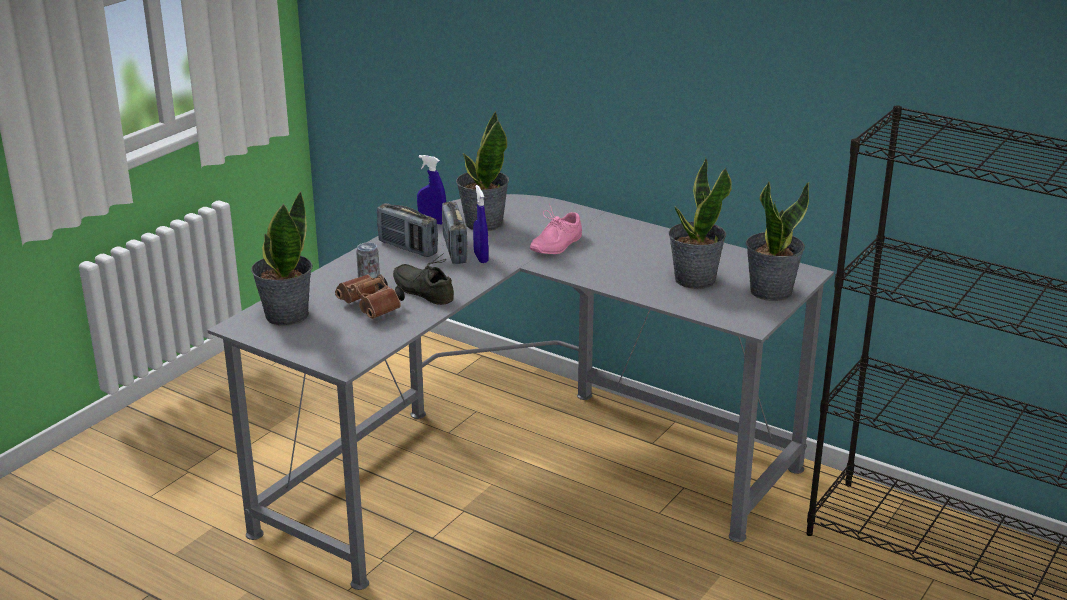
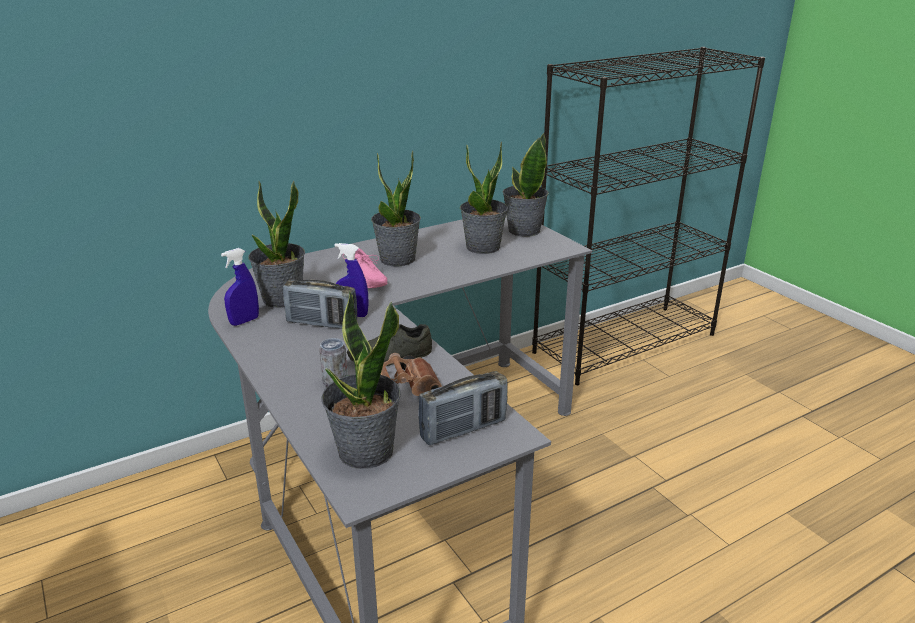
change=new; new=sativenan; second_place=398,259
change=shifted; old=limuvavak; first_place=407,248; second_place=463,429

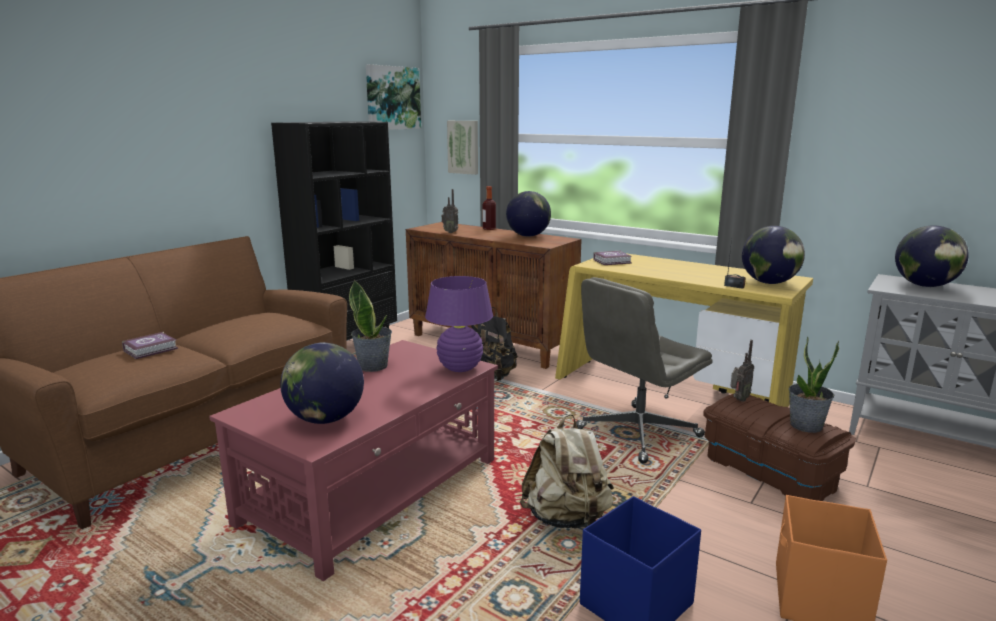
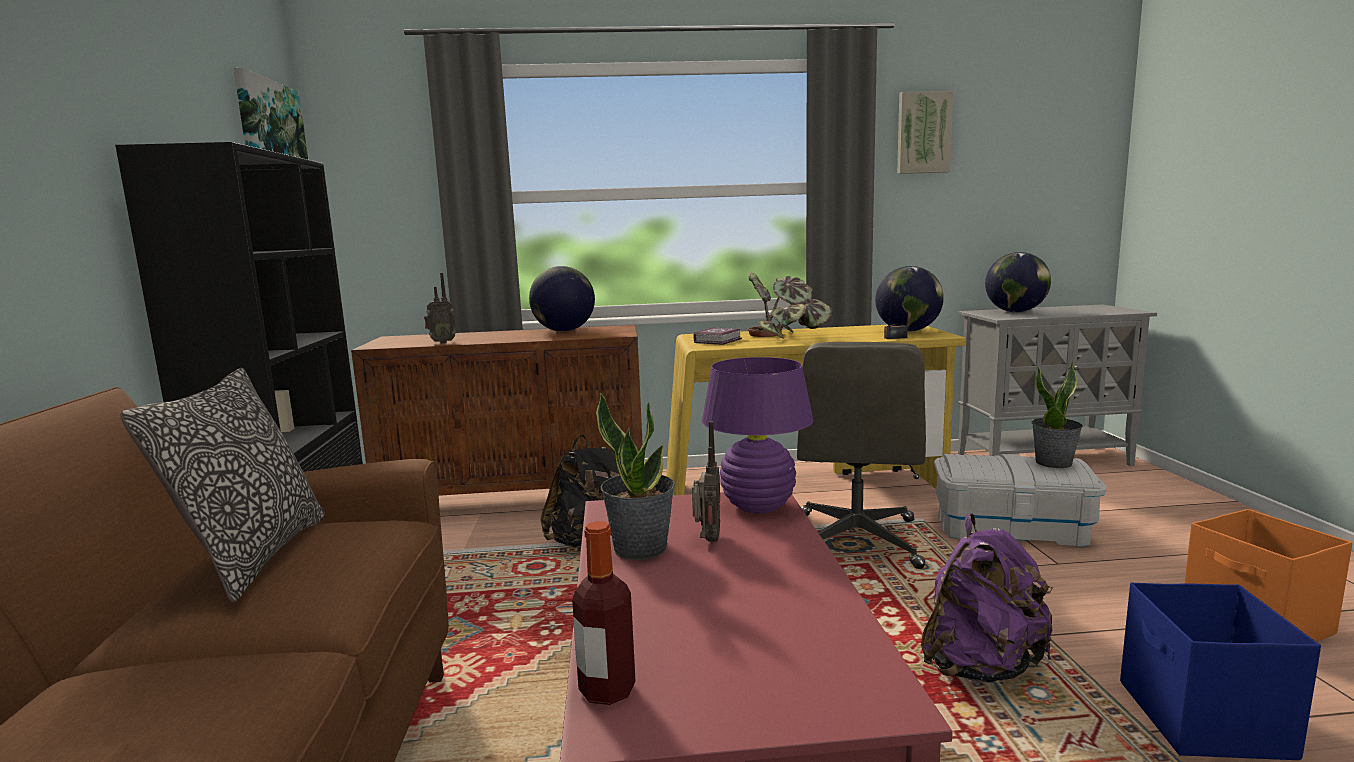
change=new; new=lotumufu; second_place=255,557
change=shifted; old=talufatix; first_place=489,228; second_place=607,690
change=shifted; old=limuvavak; first_place=738,400; second_place=707,540
change=new; new=sativenan; second_place=786,335
change=shifted; old=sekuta; first_place=464,147; second_place=923,133
change=repainted; old=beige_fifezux; new=purple_fifezux; first_place=567,519; second_place=981,666
change=repainted; old=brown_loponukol; new=white_loponukol; first_place=770,470; second_place=1011,528
change=gone; old=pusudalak; first_place=152,349
change=gone; old=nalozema; first_place=326,419

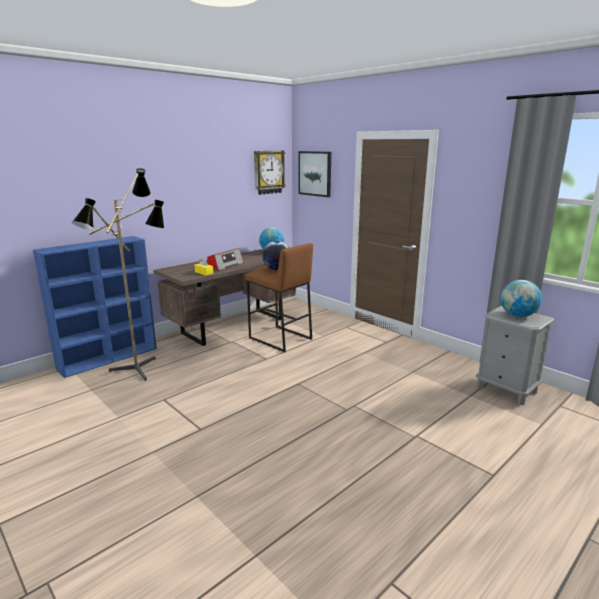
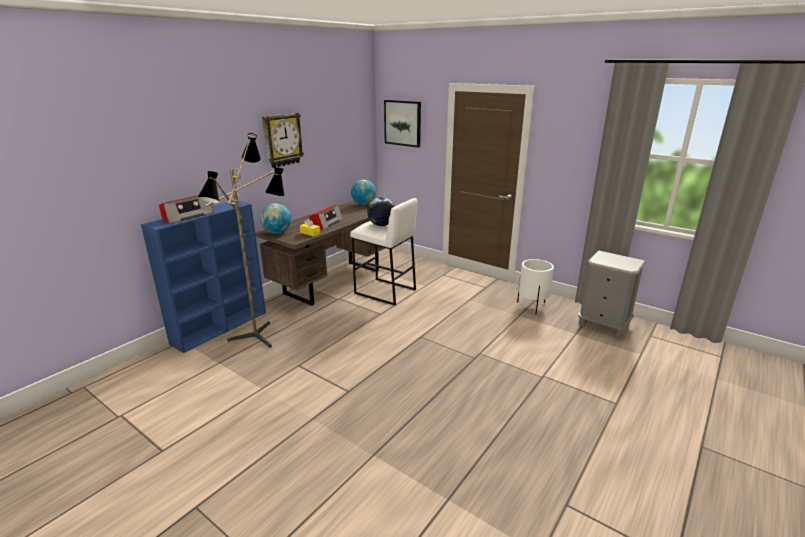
change=new; new=limuvavak; second_place=187,216
change=shifted; old=nalozema; first_place=517,316; second_place=277,232
change=shifted; old=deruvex; first_place=268,172; second_place=282,140
change=repainted; old=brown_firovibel; new=white_firovibel; first_place=279,338; second_place=384,291
change=new; new=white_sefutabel; second_place=532,306

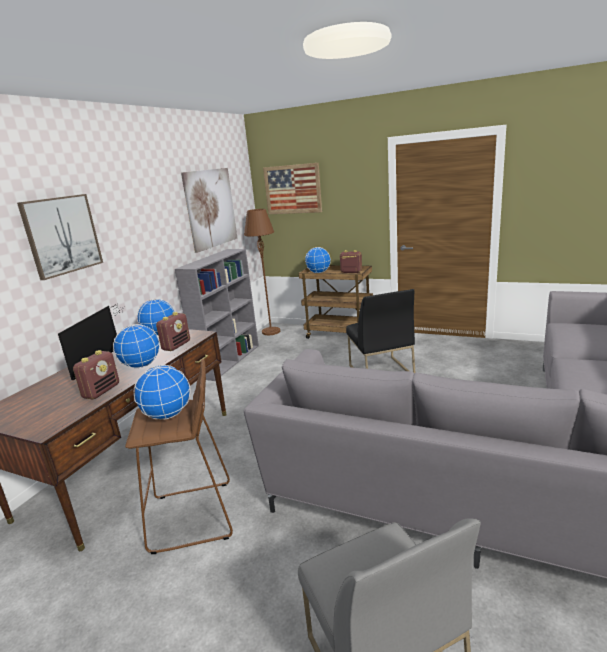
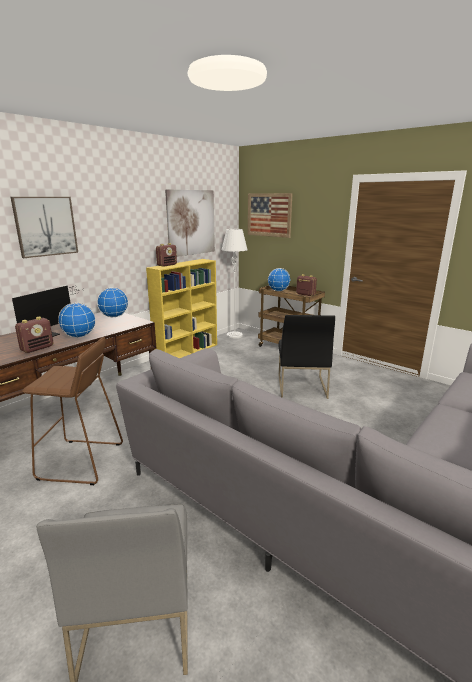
change=repainted; old=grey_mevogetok; new=yellow_mevogetok; first_place=229,360; second_place=187,351
change=shifted; old=limuvavak; first_place=176,345; second_place=167,265
change=repainted; old=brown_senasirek; new=white_senasirek; first_place=271,331; second_place=234,335
change=gone; old=nalozema; first_place=167,415

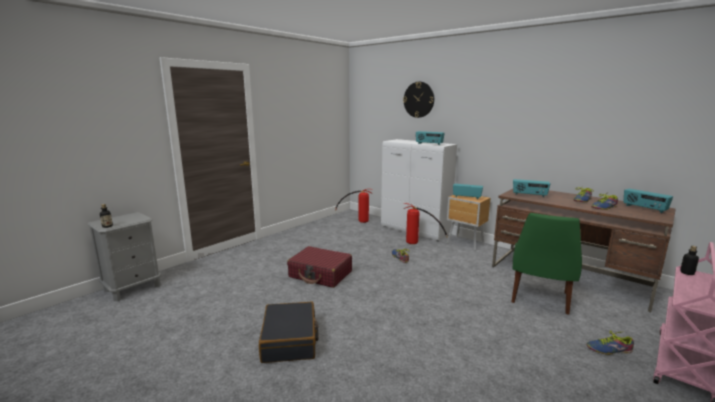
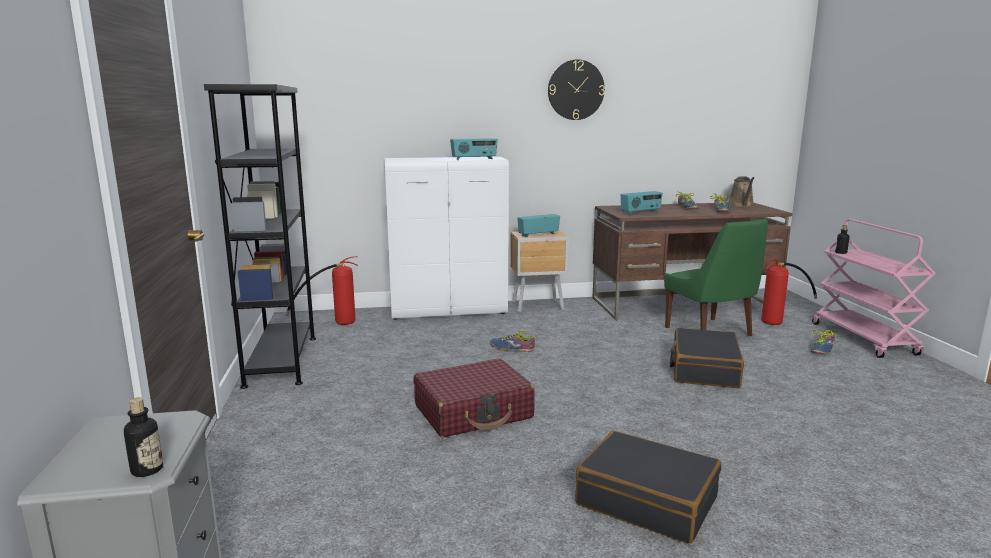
change=new; new=black_mevogetok; second_place=281,361
change=shifted; old=deruvex; first_place=419,99; second_place=576,90
change=new; new=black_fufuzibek; second_place=704,369
change=swapped; old=limuvavak; new=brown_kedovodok; first_place=644,209; second_place=741,206
change=shifted; old=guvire; first_place=418,243; second_place=780,321

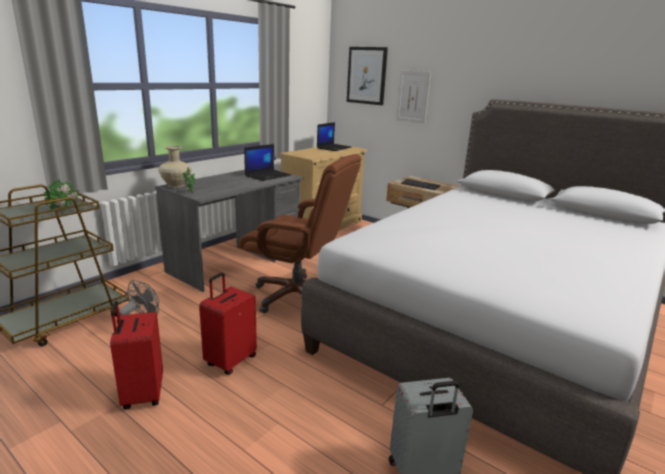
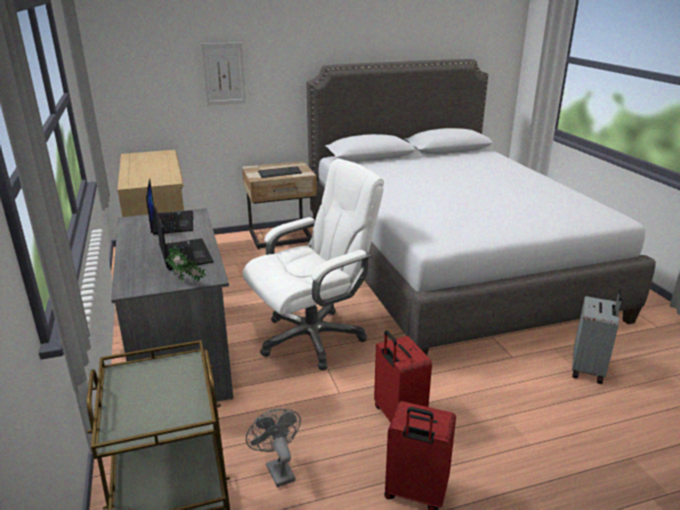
change=shifted; old=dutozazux; first_place=334,147; second_place=184,254
change=repainted; old=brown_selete; new=white_selete; first_place=298,296; second_place=312,338
change=gone; old=sativenan; first_place=66,209
change=gone; old=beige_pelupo; first_place=177,185
change=gone; old=sekuta; first_place=366,75

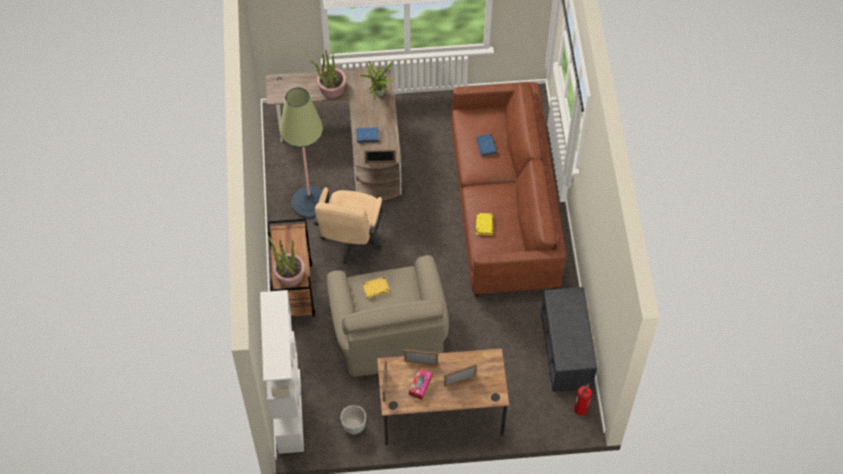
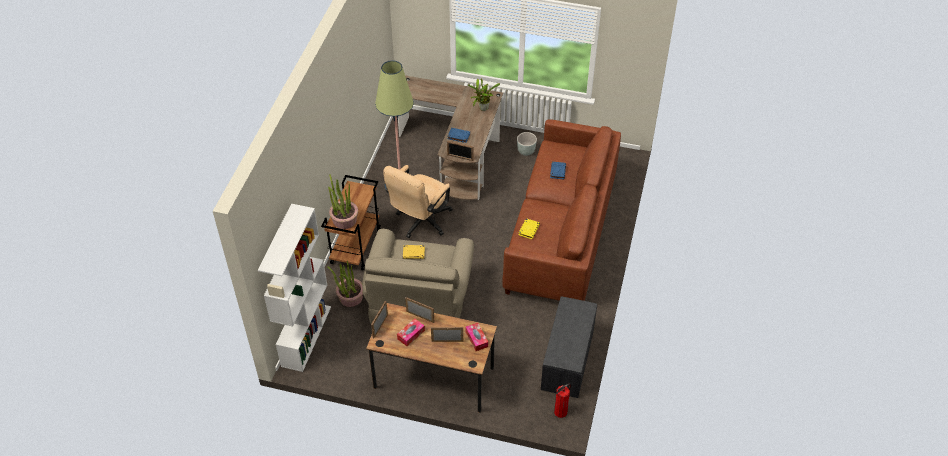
change=shifted; old=sativenan; first_place=331,88; second_place=350,297
change=new; new=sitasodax; second_place=476,339
change=shifted; old=grey_sefutabel; first_place=354,426; second_place=526,151

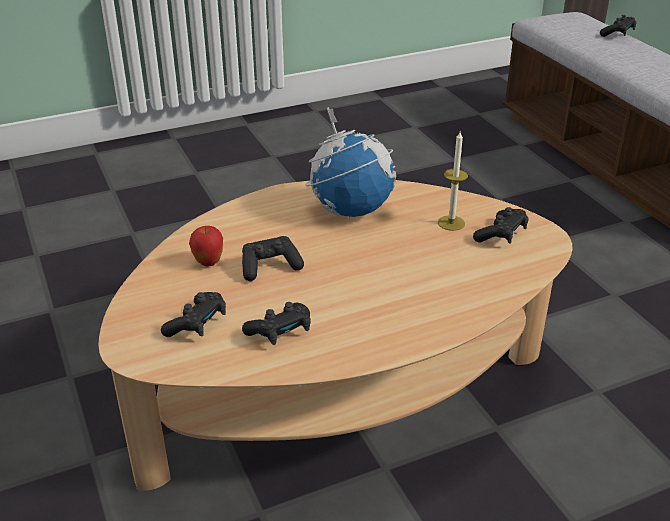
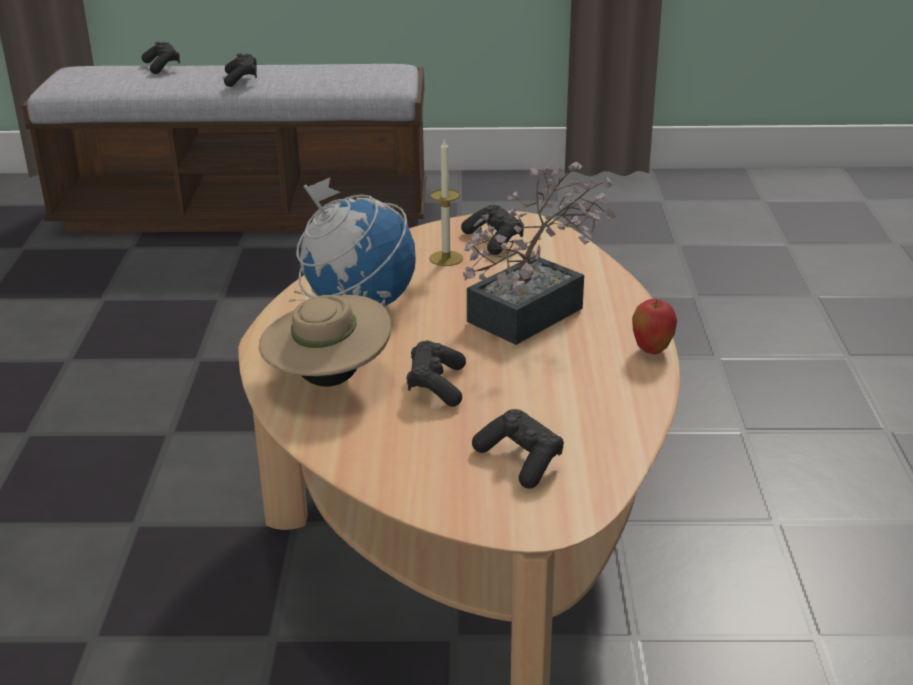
change=shifted; old=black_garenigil; first_place=280,332; second_place=241,79
change=new; new=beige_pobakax; second_place=328,379
change=new; new=sativenan; second_place=535,310
change=shifted; old=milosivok; first_place=208,263; second_place=651,350

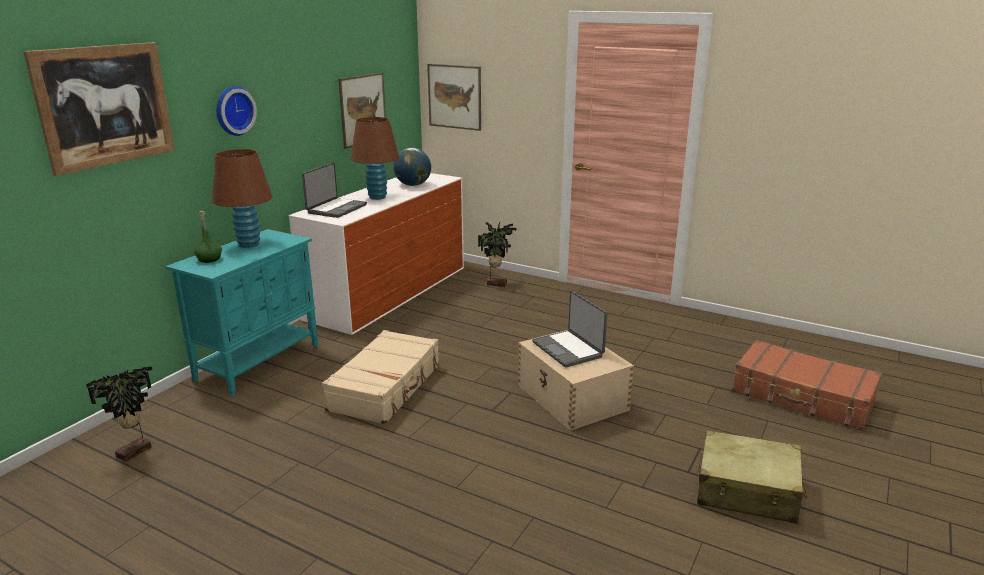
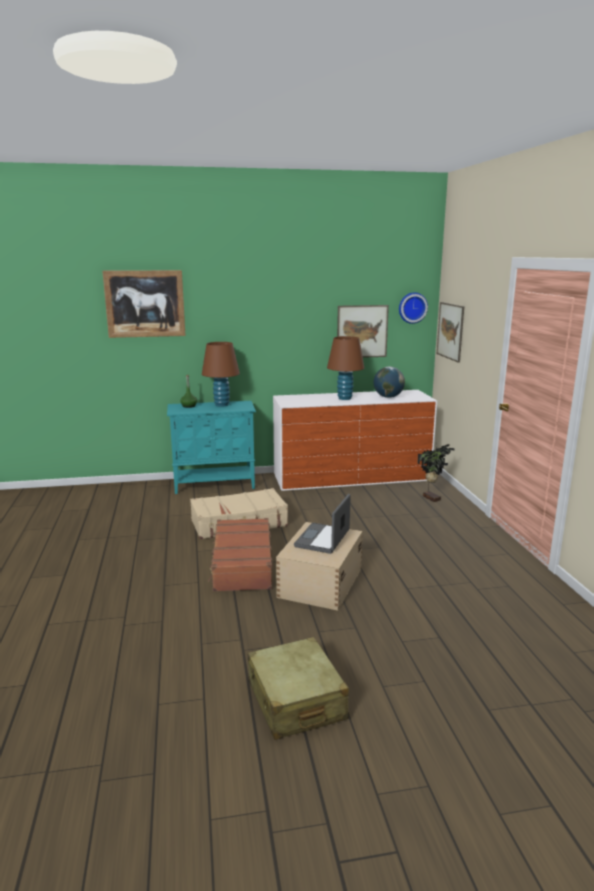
change=shifted; old=brown_fufuzibek; first_place=802,397; second_place=242,564
change=shifted; old=deruvex; first_place=233,110; second_place=412,307
change=gone; old=sativenan; first_place=136,452
change=gone; old=dutozazux; first_place=336,209

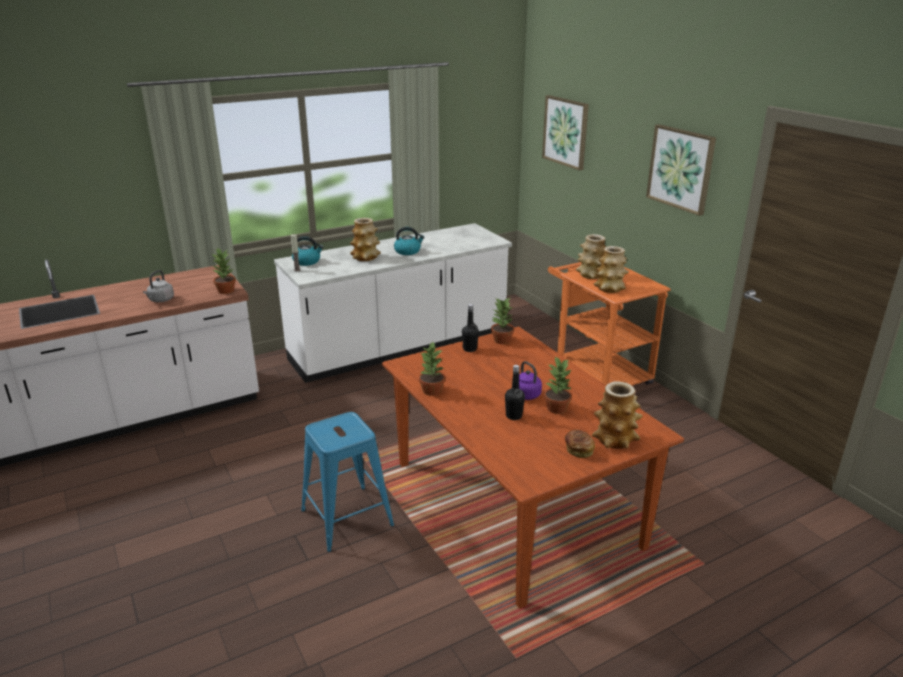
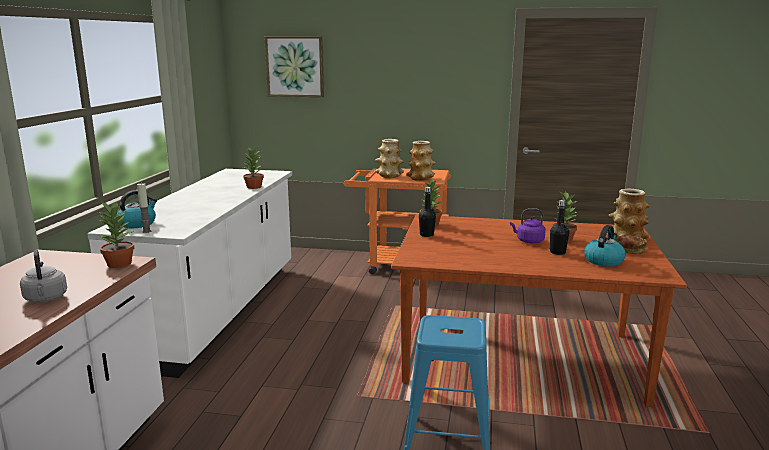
change=shifted; old=sativenan; first_place=431,391; second_place=254,187
change=shifted; old=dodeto; first_place=408,251; second_place=603,261
change=gone; old=pelupo; first_place=365,258
change=gone; old=sekuta; first_place=681,168

